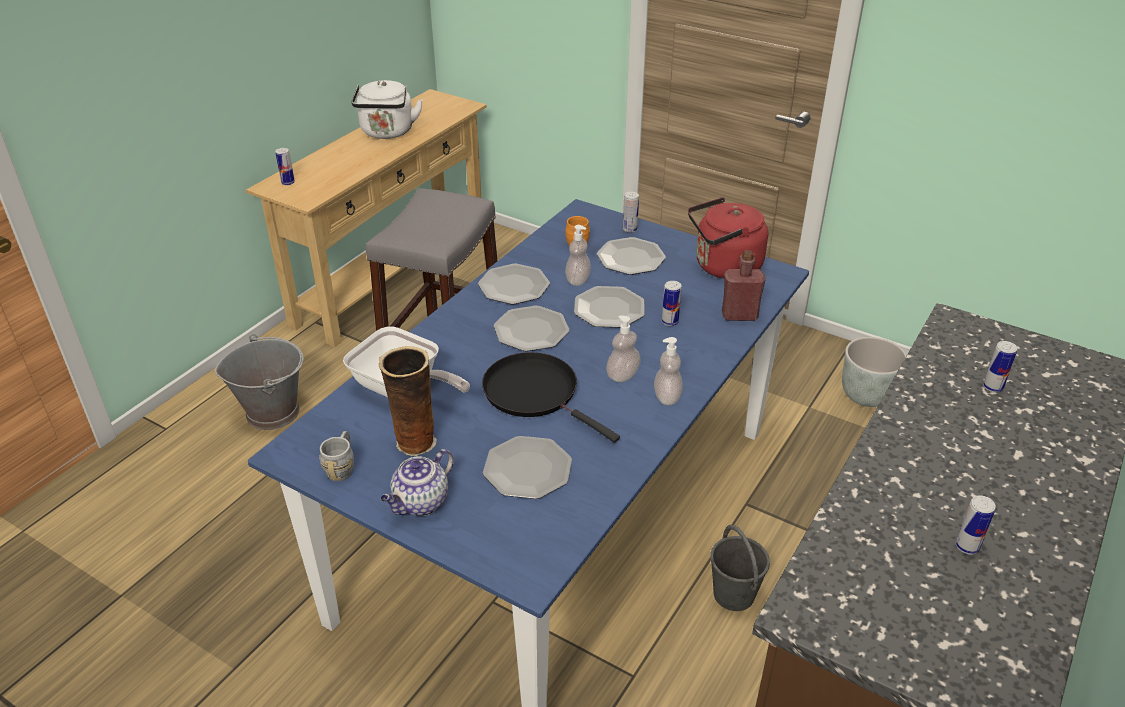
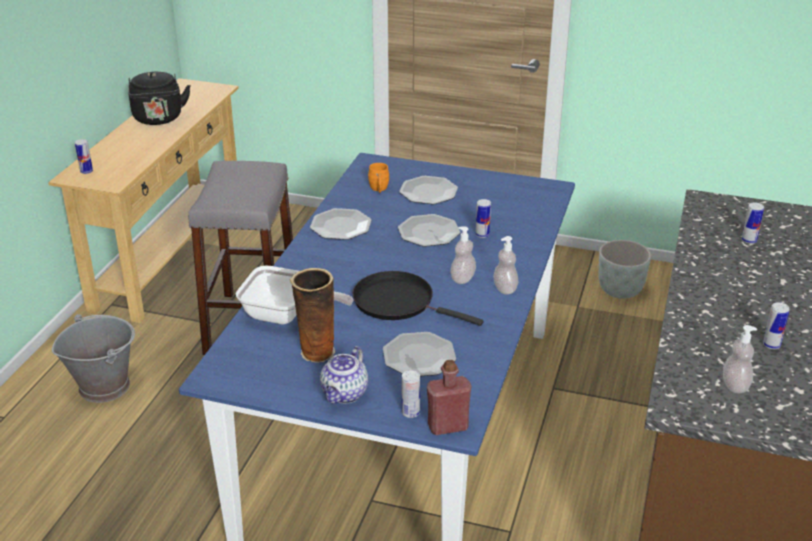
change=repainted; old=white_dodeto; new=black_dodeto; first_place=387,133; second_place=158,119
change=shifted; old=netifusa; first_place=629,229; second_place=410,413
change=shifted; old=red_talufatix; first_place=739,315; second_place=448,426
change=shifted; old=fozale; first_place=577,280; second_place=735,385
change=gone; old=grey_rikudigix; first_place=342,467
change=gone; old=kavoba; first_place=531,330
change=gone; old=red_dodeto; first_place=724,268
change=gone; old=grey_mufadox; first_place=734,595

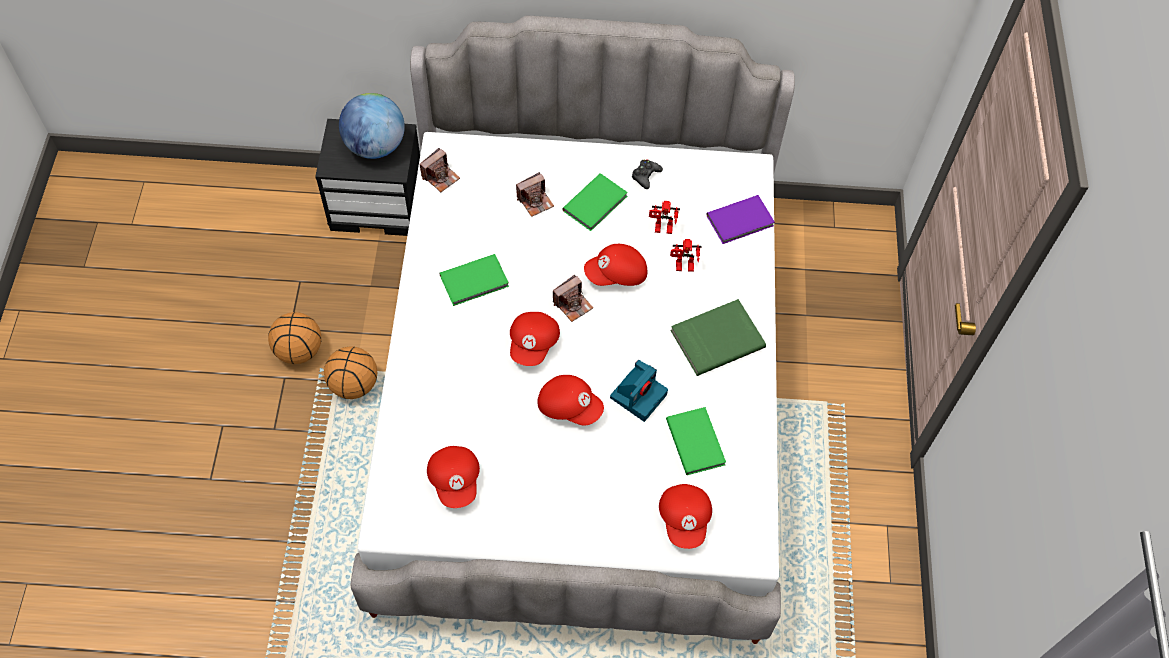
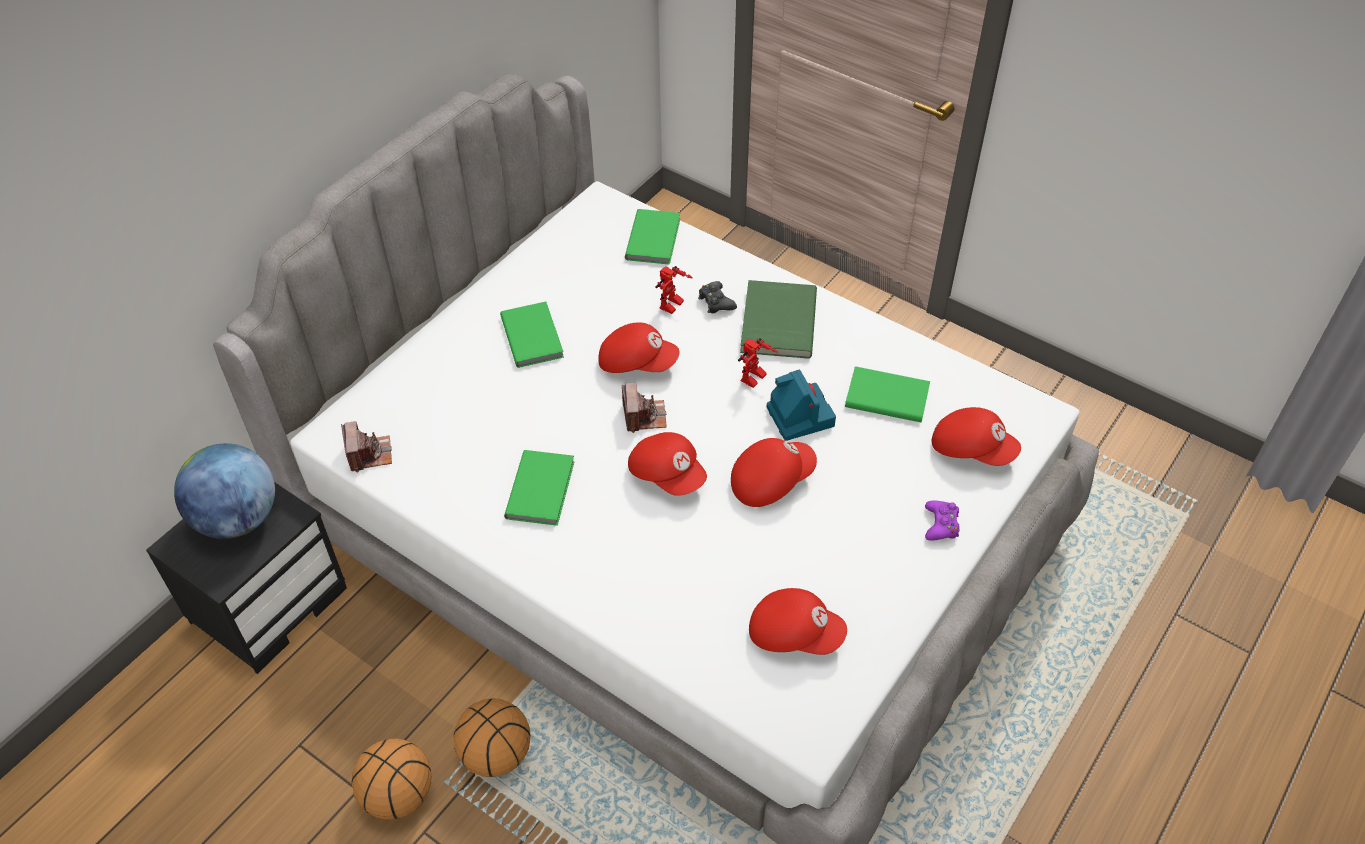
change=rotated; old=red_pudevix; first_place=617,275; second_place=637,362; degrees=-90
change=repainted; old=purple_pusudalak; new=green_pusudalak; first_place=741,221; second_place=655,238
change=shifted; old=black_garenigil; first_place=645,176; second_place=716,302
change=shifted; old=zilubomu; first_place=662,230; second_place=755,380
change=new; new=purple_garenigil; second_place=941,525
change=gone; old=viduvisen; first_place=535,201

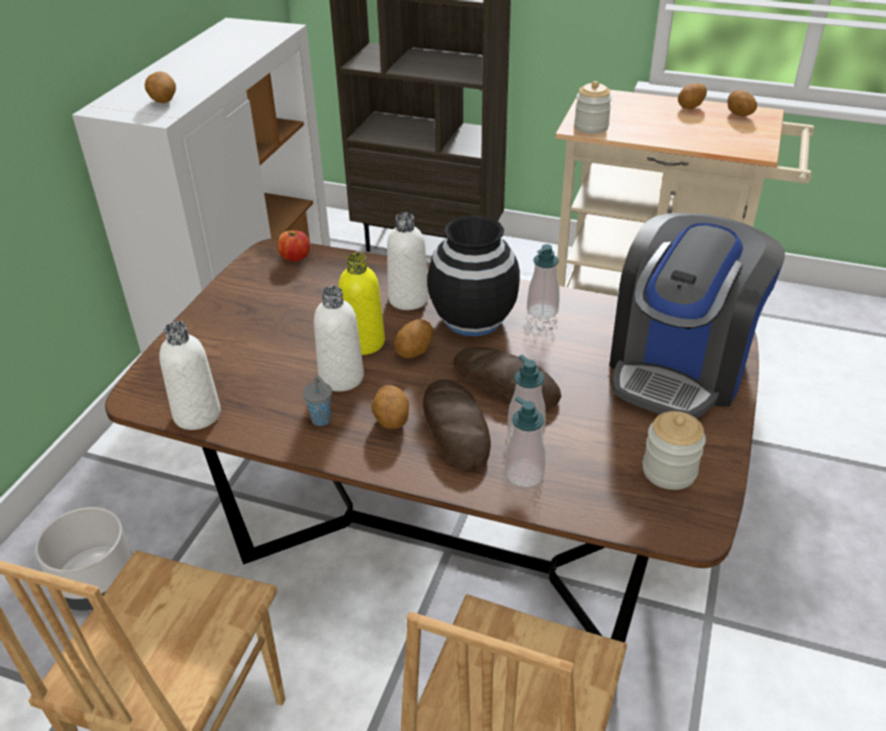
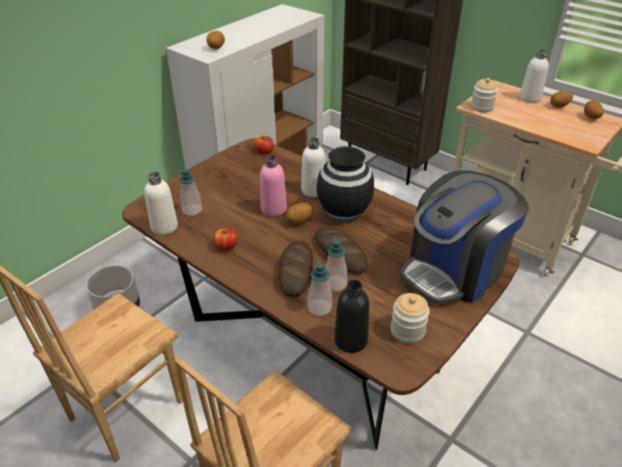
change=shifted; old=fozale; first_place=542,311; second_place=192,210
change=swapped; old=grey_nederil; new=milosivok; first_place=322,420; second_place=226,247
change=repainted; old=yellow_talufatix; new=pink_talufatix; first_place=363,342; second_place=273,209
change=new; new=black_talufatix; second_place=351,340
change=shifted; old=white_talufatix; first_place=341,378; second_place=530,98
change=gone; old=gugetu; first_place=391,421

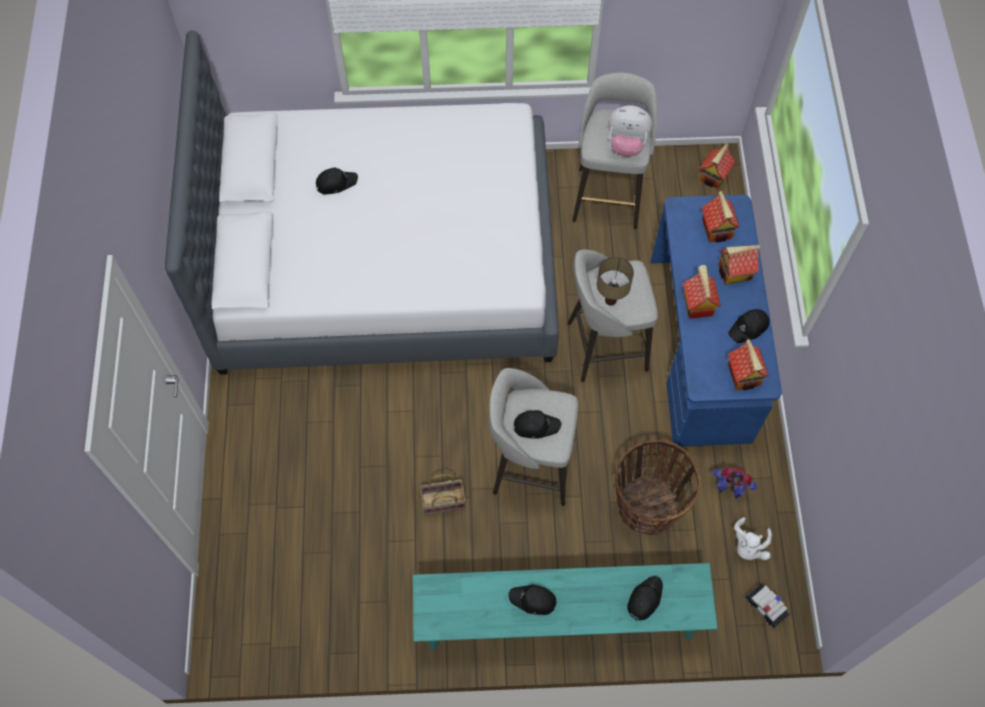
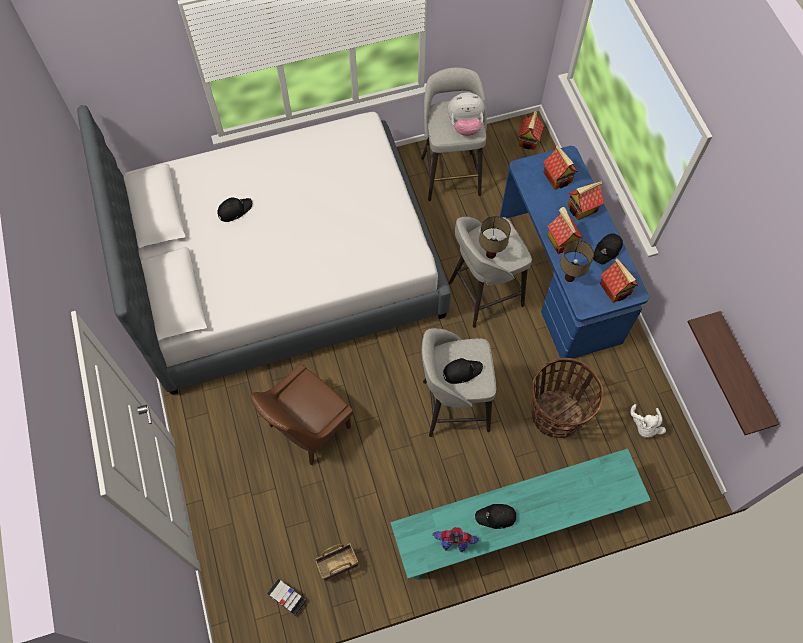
change=new; new=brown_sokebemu; second_place=307,428
change=shifted; old=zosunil; first_place=765,607; second_place=287,597
change=shifted; old=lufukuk; first_place=442,502; second_place=337,565
change=shifted; old=zilubomu; first_place=730,489; second_place=454,543
change=new; new=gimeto; second_place=569,278
change=new; new=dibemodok; second_place=742,372
change=gone; old=black_pudevix; first_place=644,599

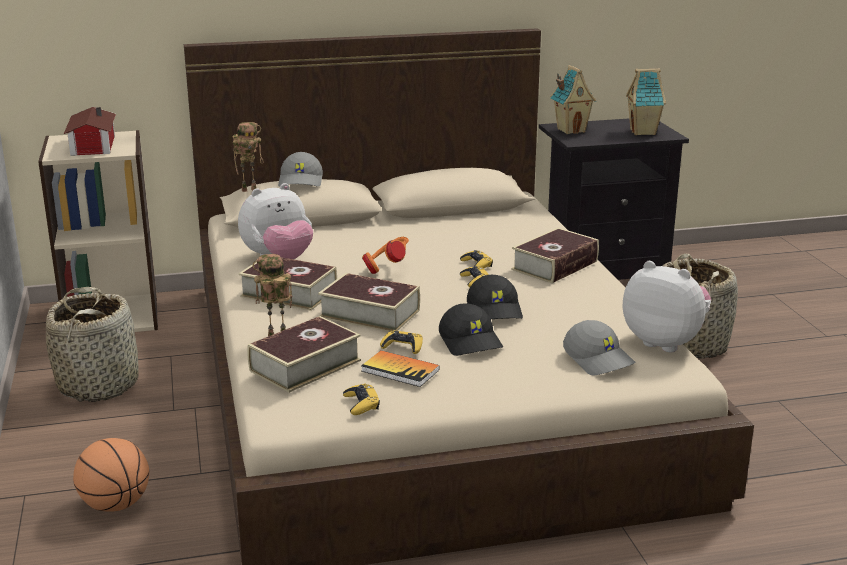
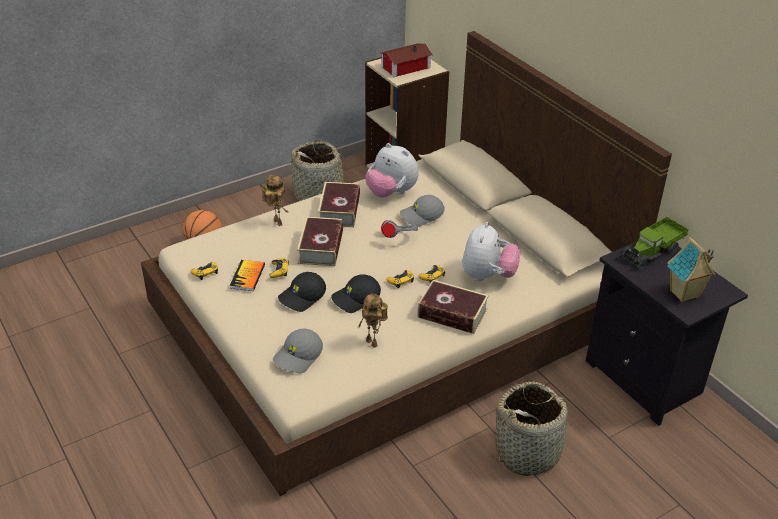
change=shifted; old=zilubomu; first_place=250,189; second_place=373,343
change=repainted; old=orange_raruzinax; new=grey_raruzinax; first_place=387,268; second_place=399,239
change=shifted; old=grey_pudevix; first_place=301,181; second_place=422,216
change=shifted; old=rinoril; first_place=665,342; second_place=488,276
change=swapped; old=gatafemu; new=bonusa; first_place=571,130; second_place=652,252
change=gone; old=pusudalak; first_place=305,365

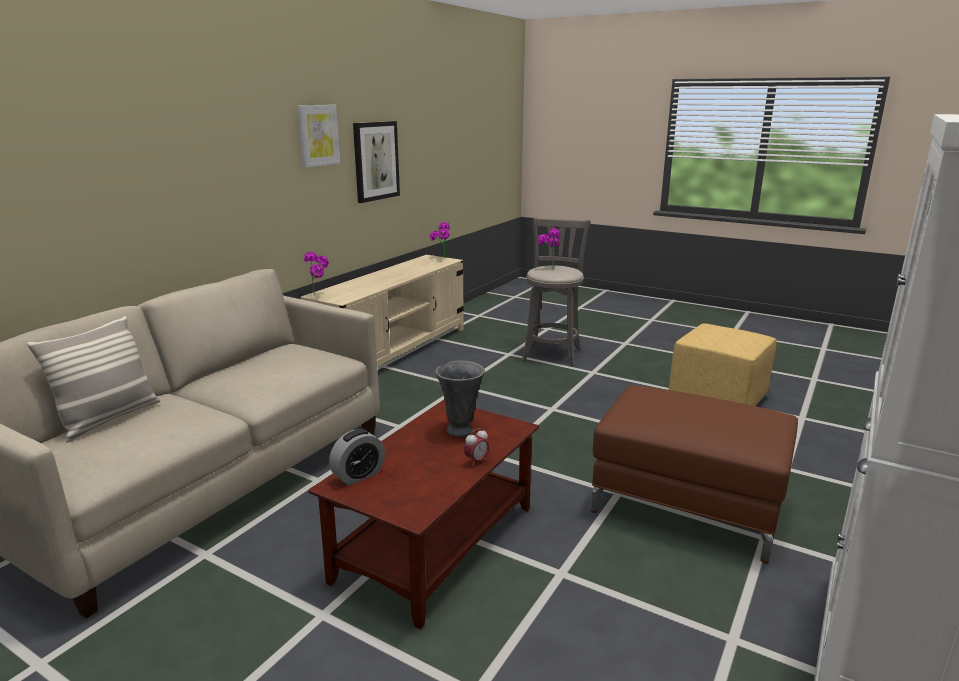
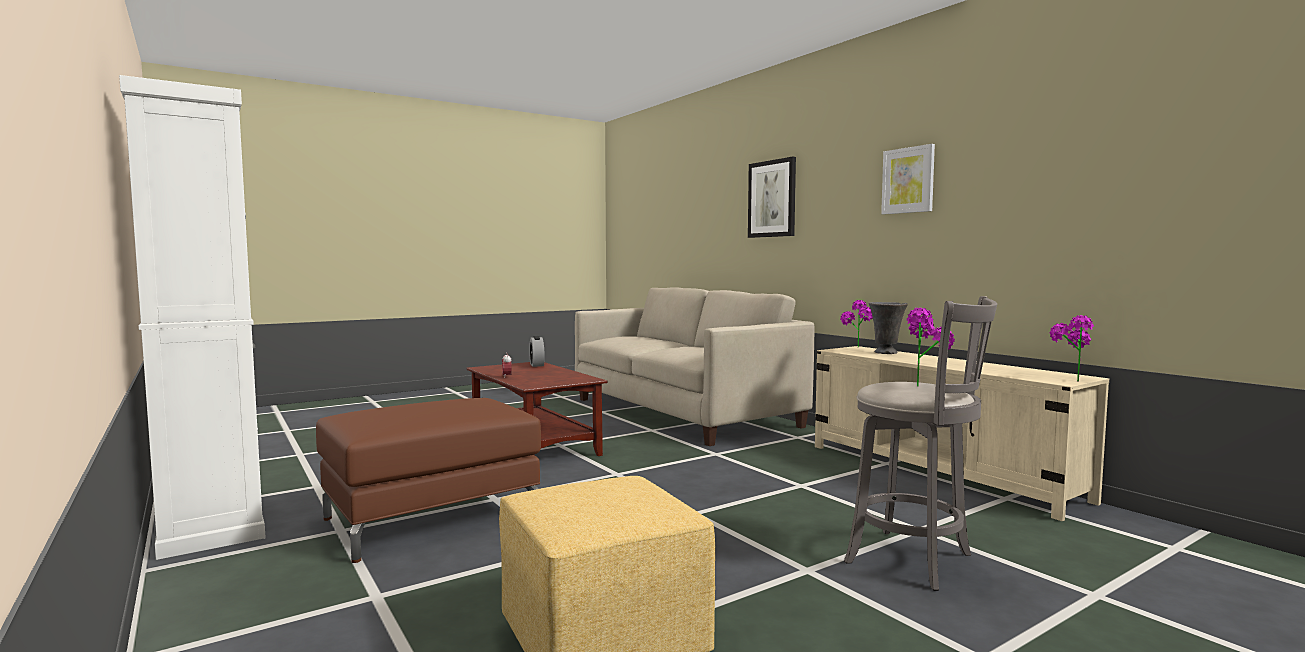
change=shifted; old=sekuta; first_place=375,161; second_place=772,199
change=shifted; old=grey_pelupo; first_place=460,430; second_place=886,353
change=gone; old=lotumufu; first_place=109,419

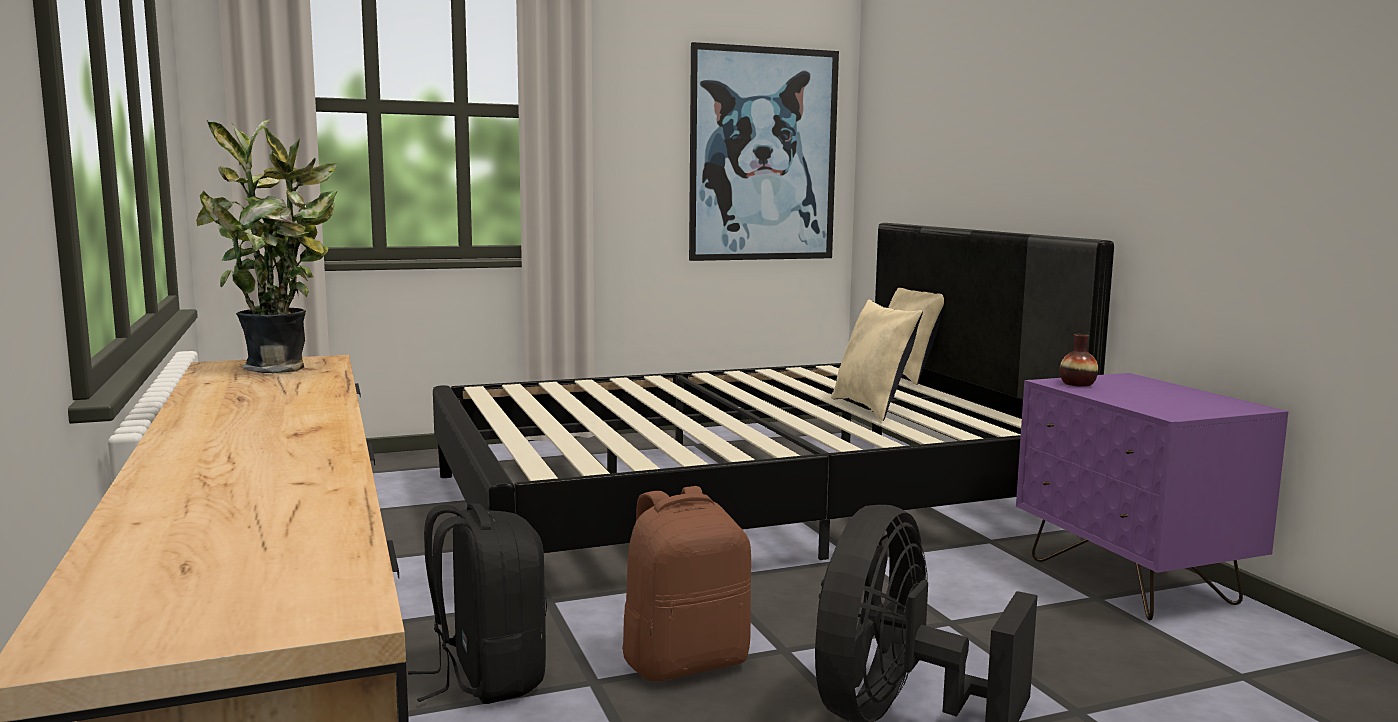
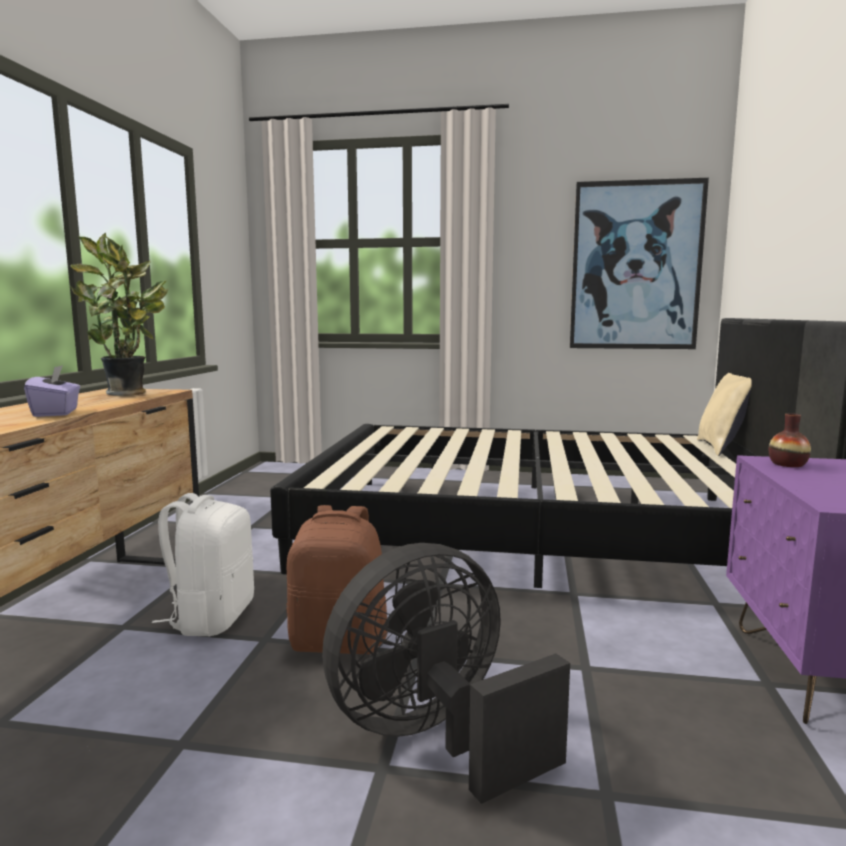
change=new; new=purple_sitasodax; second_place=56,413
change=repainted; old=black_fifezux; new=white_fifezux; first_place=486,678; second_place=211,618
change=gone; old=beige_lotumufu; first_place=873,409

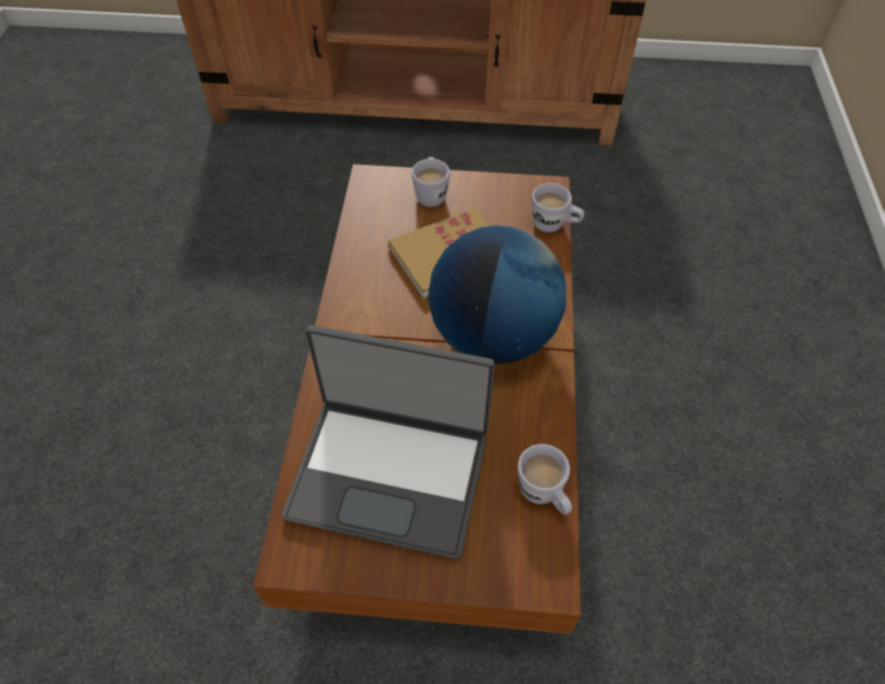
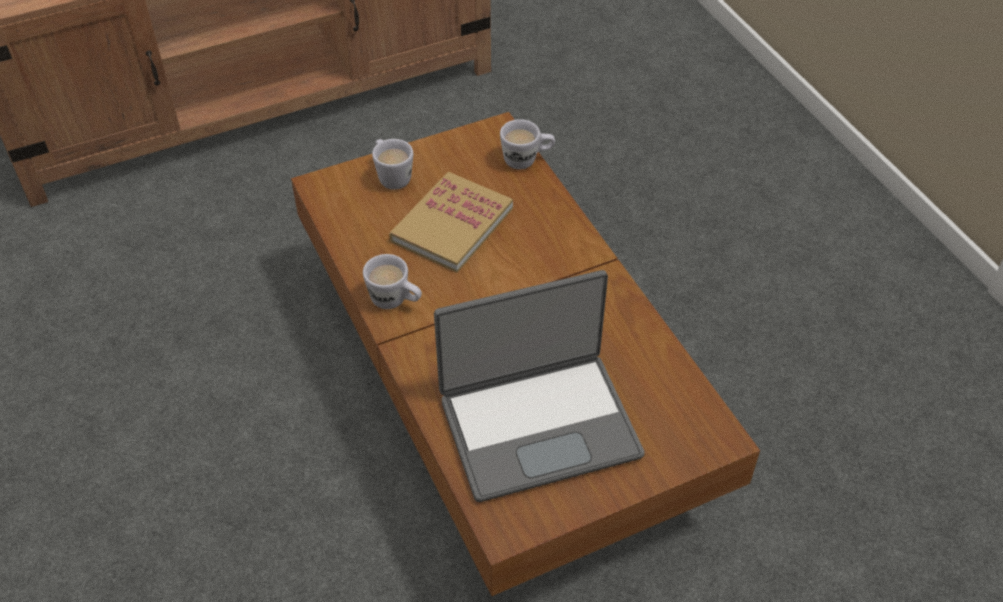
change=shifted; old=white_rikudigix; first_place=544,496; second_place=395,301
change=gone; old=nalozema; first_place=493,336

